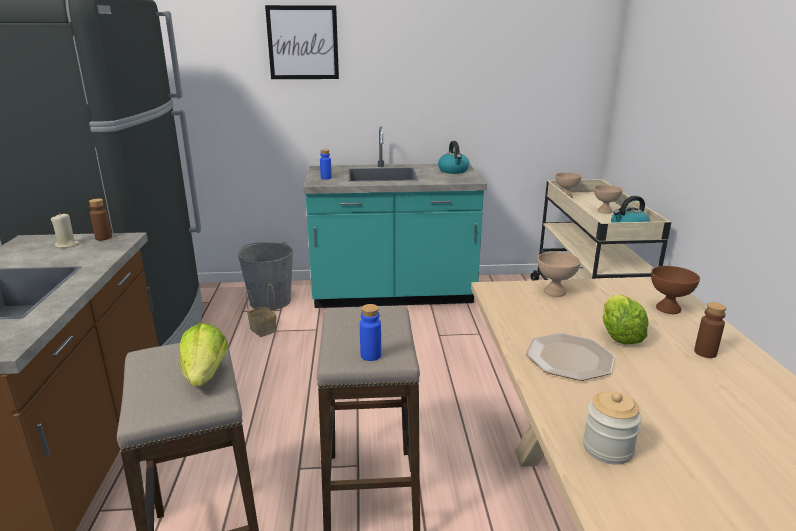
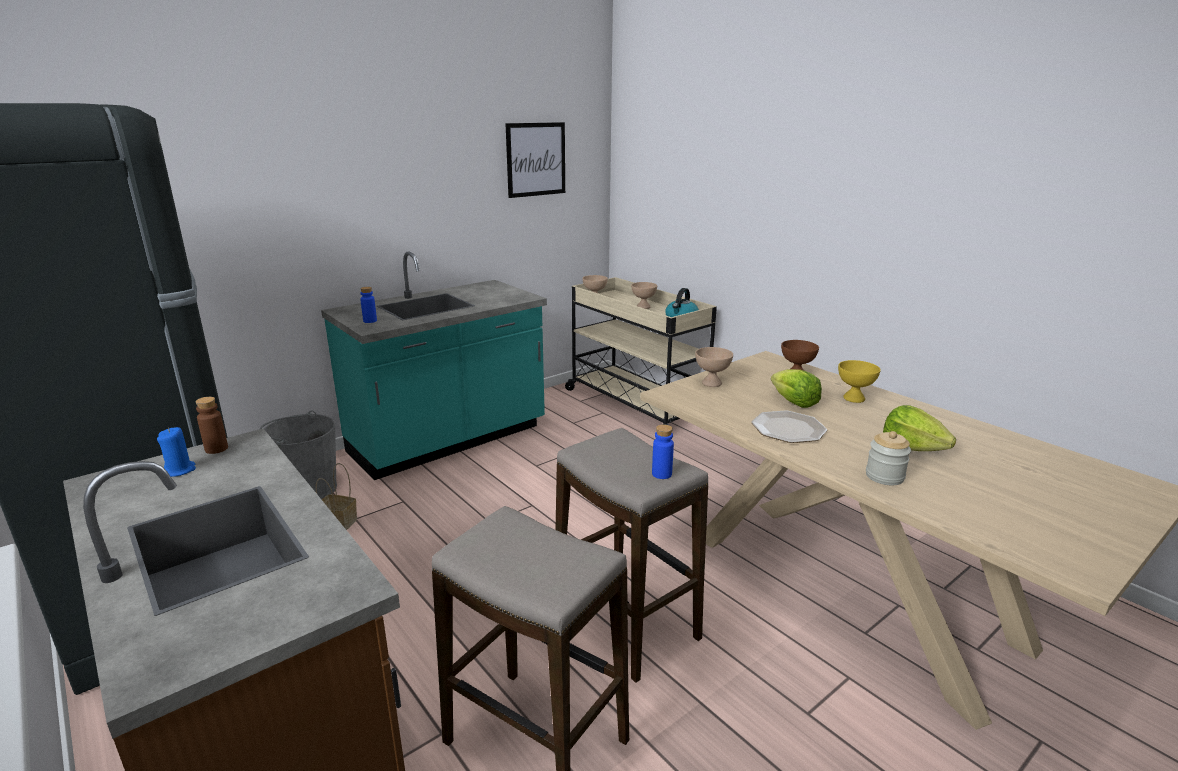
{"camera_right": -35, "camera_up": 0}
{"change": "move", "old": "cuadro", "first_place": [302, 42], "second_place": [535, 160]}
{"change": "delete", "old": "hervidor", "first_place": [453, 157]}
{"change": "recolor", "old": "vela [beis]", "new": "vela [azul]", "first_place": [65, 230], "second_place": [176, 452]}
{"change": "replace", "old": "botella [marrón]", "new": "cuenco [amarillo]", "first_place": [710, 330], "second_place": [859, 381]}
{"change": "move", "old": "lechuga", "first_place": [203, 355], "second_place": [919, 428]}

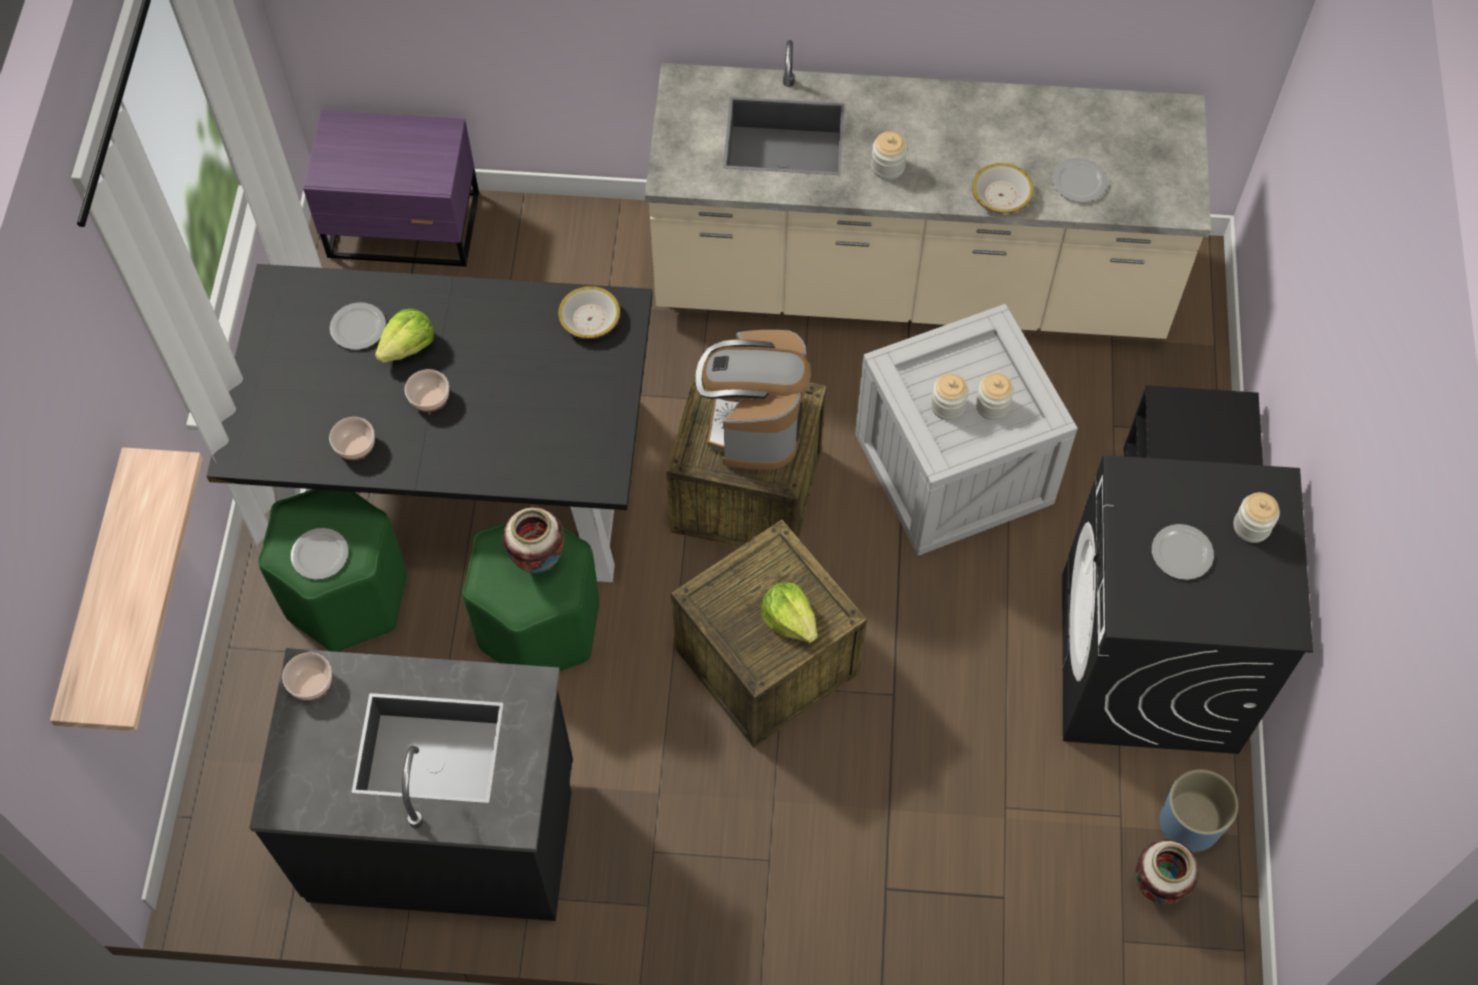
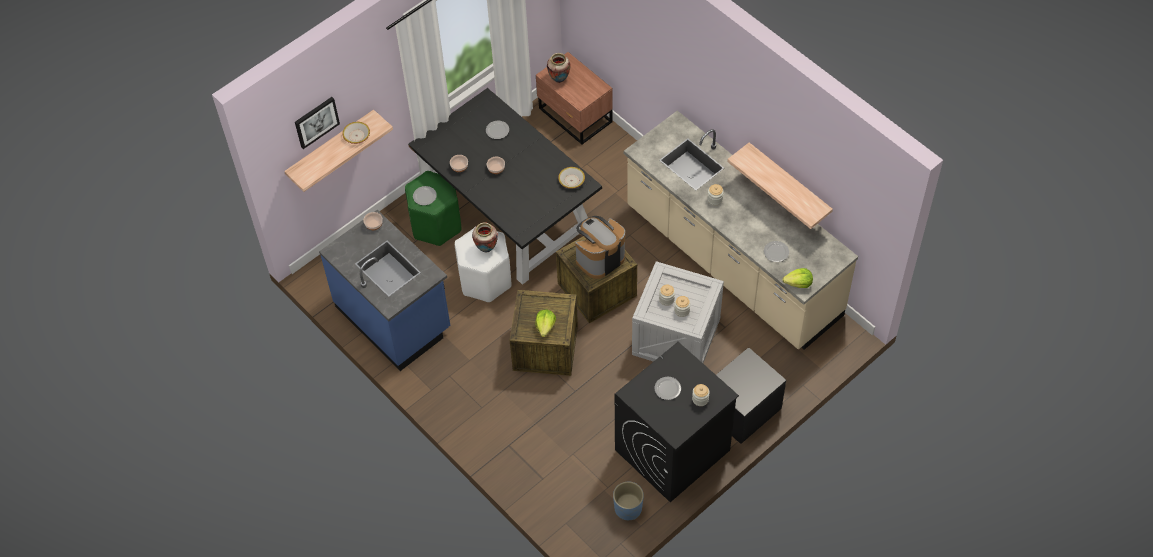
{"camera_right": 45, "camera_up": -5}
{"change": "recolor", "old": "mesita de noche [morado]", "new": "mesita de noche [marrón]", "first_place": [391, 188], "second_place": [574, 98]}
{"change": "move", "old": "cuenco", "first_place": [1003, 188], "second_place": [356, 133]}
{"change": "move", "old": "lechuga", "first_place": [405, 336], "second_place": [798, 278]}
{"change": "recolor", "old": "taburete [verde]", "new": "taburete [blanco]", "first_place": [531, 596], "second_place": [483, 264]}
{"change": "recolor", "old": "mueble bajo de cocina [negro]", "new": "mueble bajo de cocina [azul]", "first_place": [411, 784], "second_place": [384, 290]}
{"change": "move", "old": "florero", "first_place": [1167, 872], "second_place": [559, 68]}
{"change": "insert", "new": "cuadro", "second_place": [317, 123]}
{"change": "insert", "new": "estante", "second_place": [780, 185]}

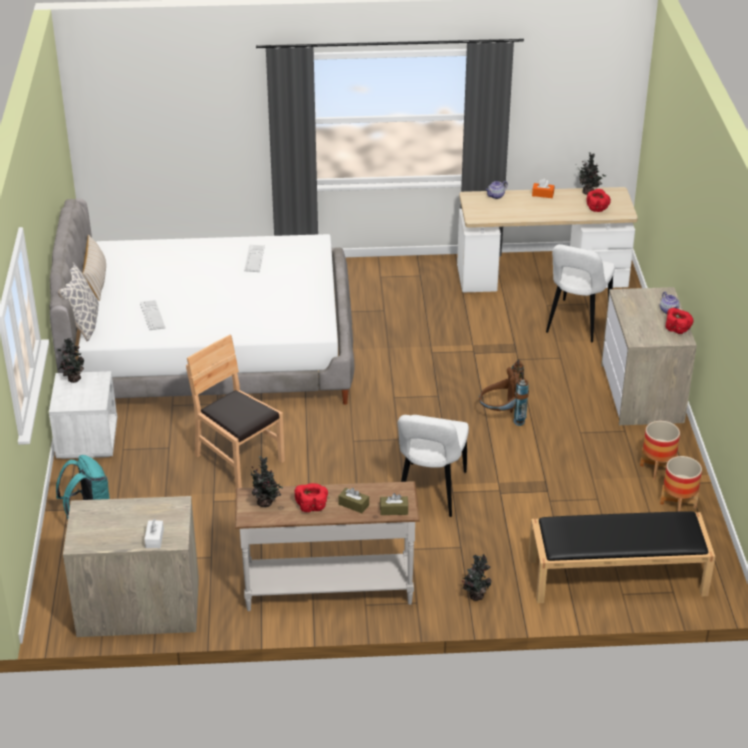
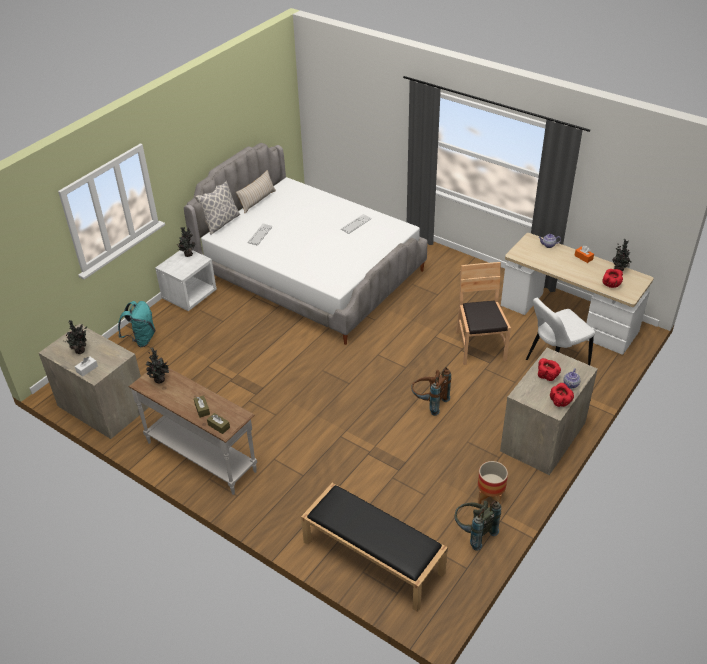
{"camera_right": 40, "camera_up": 5}
{"change": "move", "old": "silla [marrón]", "first_place": [235, 411], "second_place": [483, 313]}
{"change": "delete", "old": "silla [blanco]", "first_place": [433, 466]}
{"change": "replace", "old": "maceta", "new": "mochila [gris]", "first_place": [681, 484], "second_place": [478, 525]}
{"change": "move", "old": "cuenco [rojo]", "first_place": [311, 497], "second_place": [549, 369]}
{"change": "move", "old": "planta en maceta", "first_place": [477, 577], "second_place": [75, 337]}

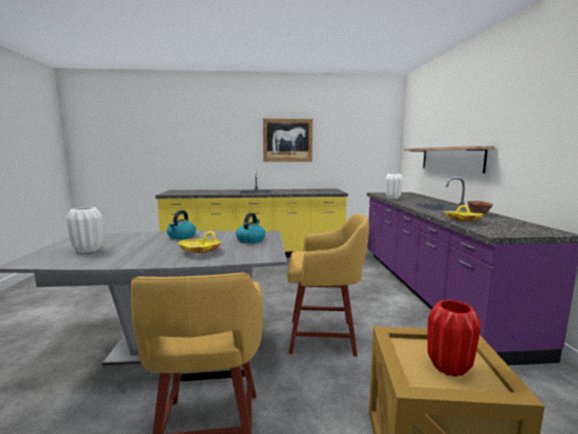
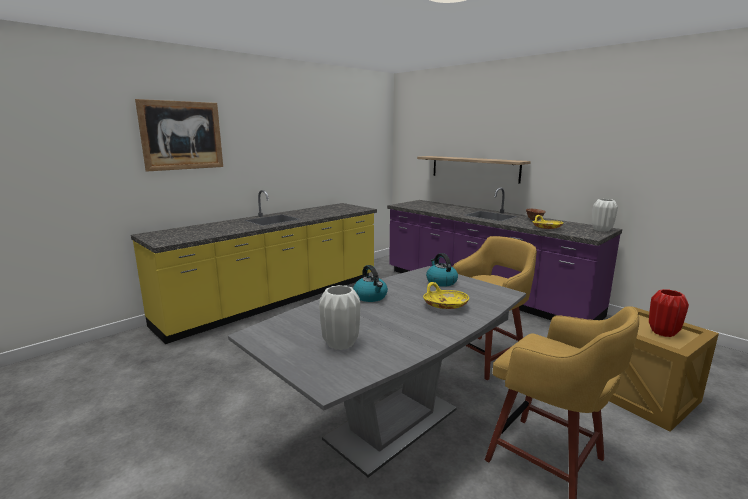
{"camera_right": -40, "camera_up": 5}
{"change": "move", "old": "cuadro", "first_place": [288, 140], "second_place": [179, 135]}
{"change": "move", "old": "florero [blanco]", "first_place": [394, 186], "second_place": [605, 215]}

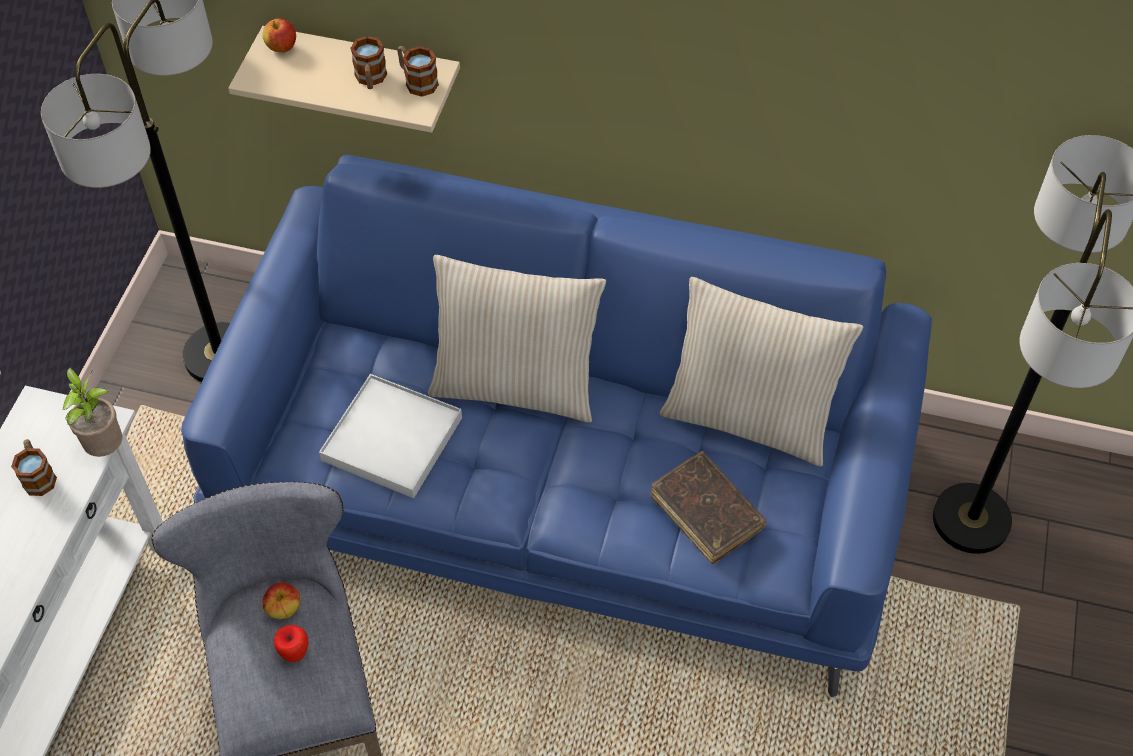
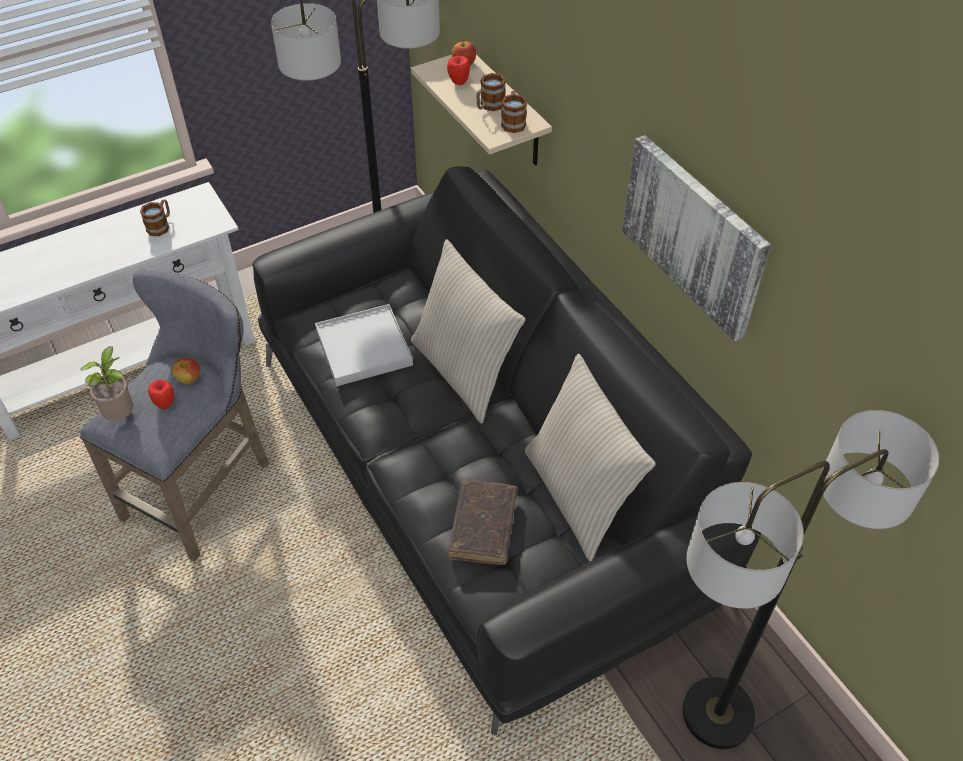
{"camera_right": 45, "camera_up": -5}
{"change": "recolor", "old": "sofá [azul]", "new": "sofá [negro]", "first_place": [556, 426], "second_place": [506, 451]}
{"change": "move", "old": "planta en maceta", "first_place": [92, 412], "second_place": [106, 384]}
{"change": "insert", "new": "manzana", "second_place": [458, 70]}
{"change": "insert", "new": "cuadro", "second_place": [696, 238]}

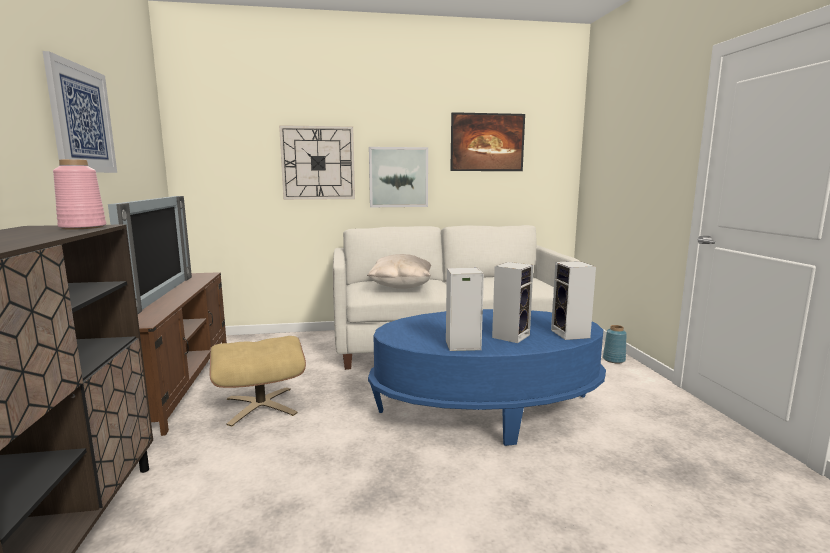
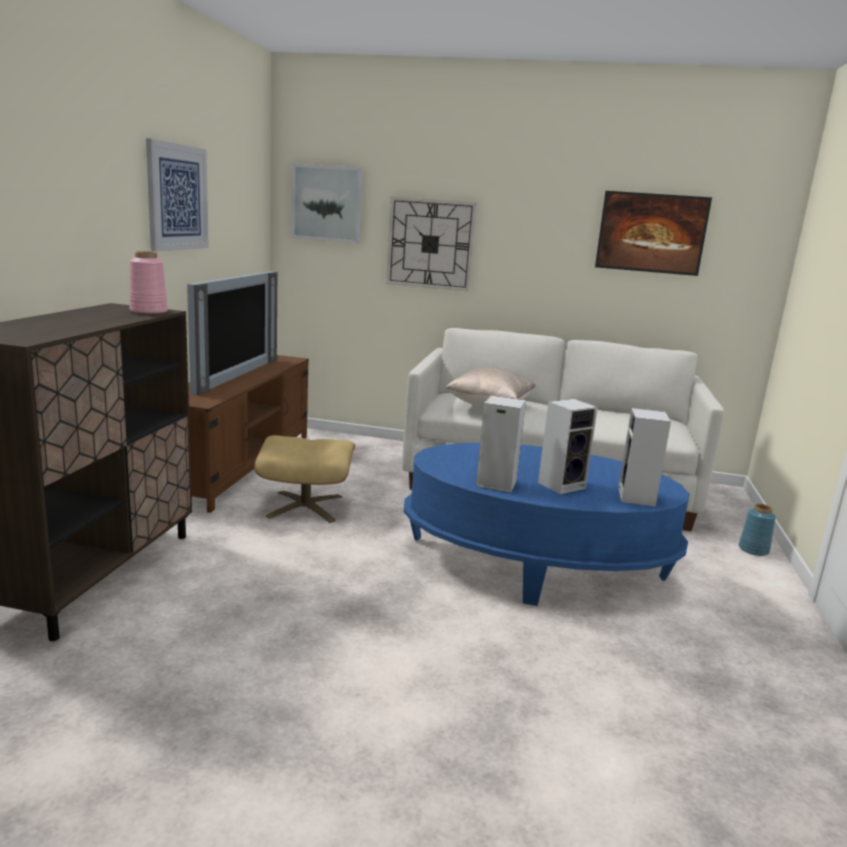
{"camera_right": 20, "camera_up": 5}
{"change": "move", "old": "cuadro", "first_place": [398, 177], "second_place": [327, 203]}

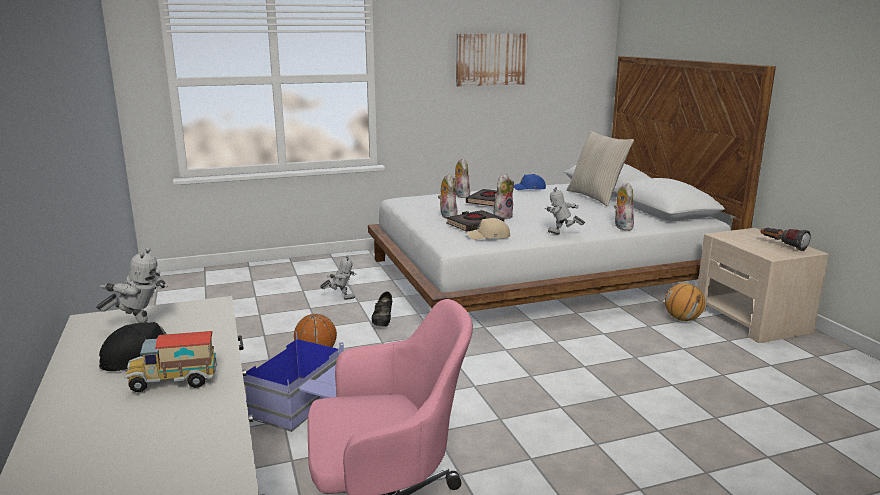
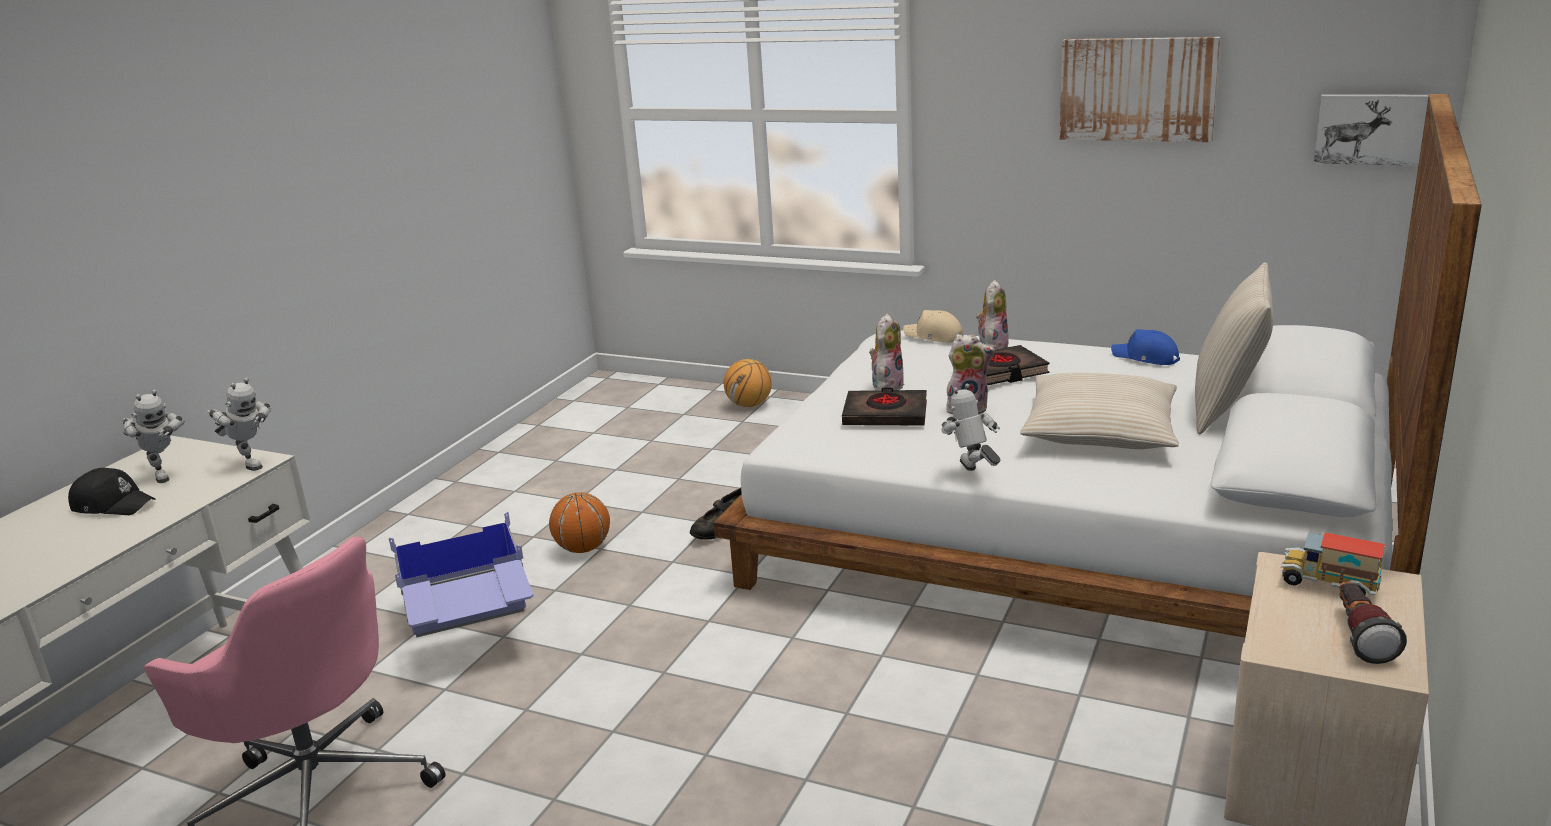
{"camera_right": 45, "camera_up": 5}
{"change": "delete", "old": "peluche", "first_place": [624, 206]}
{"change": "move", "old": "gorra [beis]", "first_place": [488, 229], "second_place": [933, 326]}
{"change": "move", "old": "robot de juguete", "first_place": [338, 277], "second_place": [239, 424]}
{"change": "move", "old": "balón de baloncesto", "first_place": [685, 302], "second_place": [748, 383]}
{"change": "move", "old": "camión de juguete", "first_place": [170, 361], "second_place": [1333, 563]}
{"change": "insert", "new": "cuadro", "second_place": [1371, 130]}
{"change": "insert", "new": "cojín [beis]", "second_place": [1099, 411]}

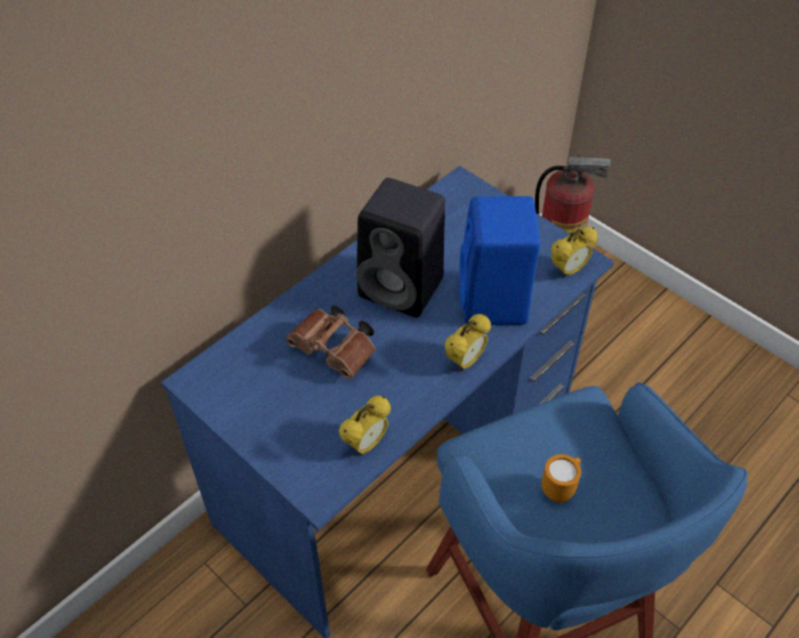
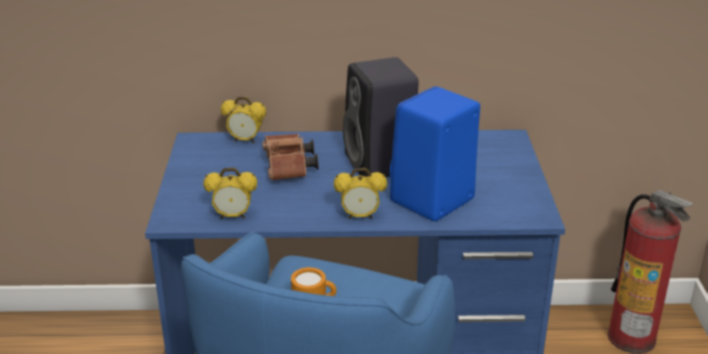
{"camera_right": 45, "camera_up": -20}
{"change": "move", "old": "despertador", "first_place": [574, 252], "second_place": [243, 120]}

